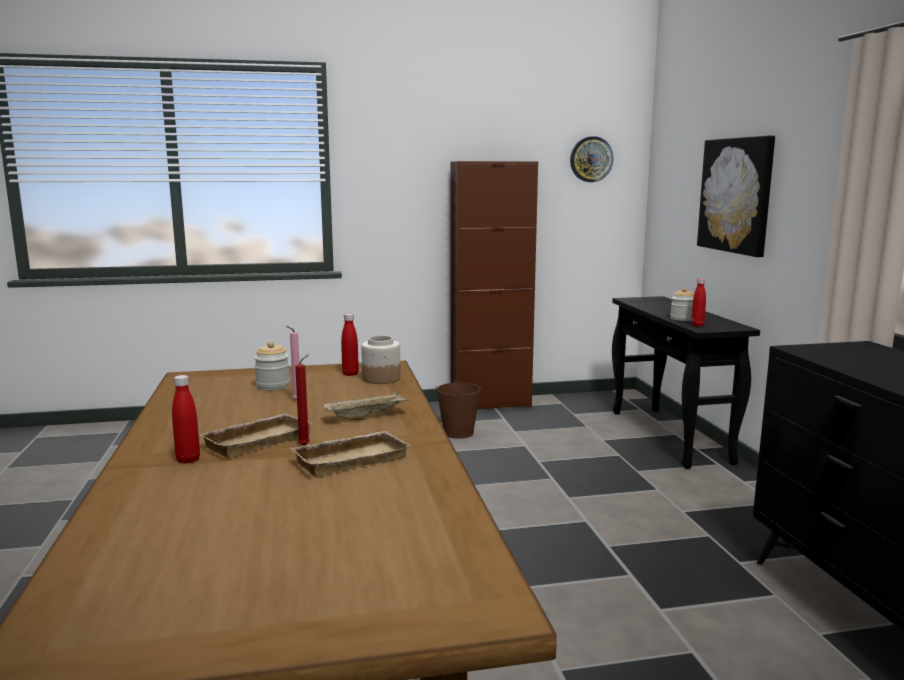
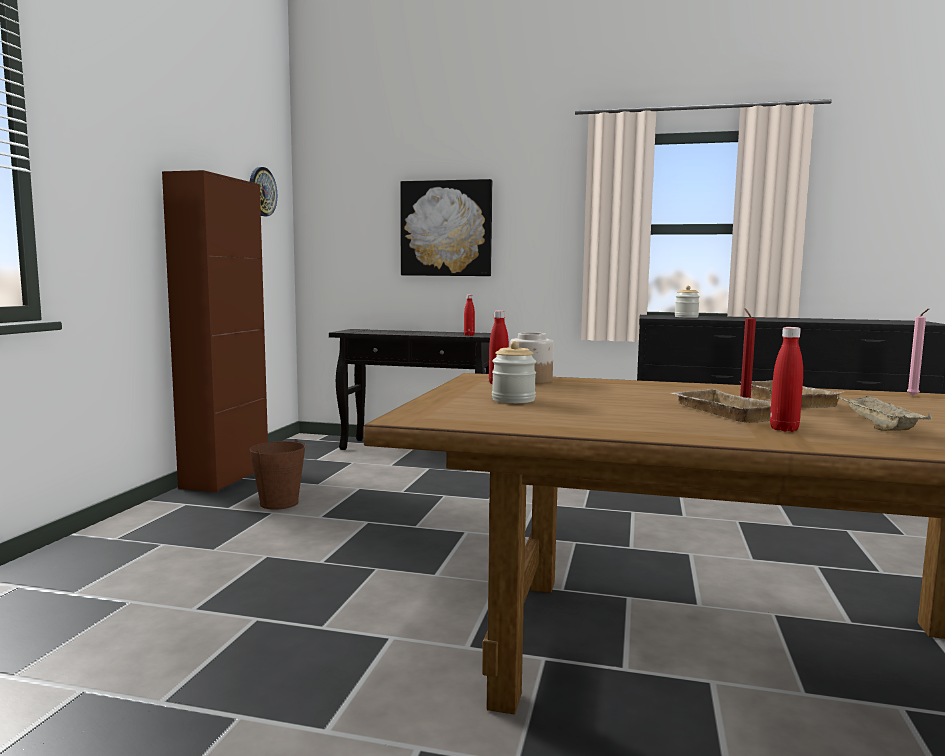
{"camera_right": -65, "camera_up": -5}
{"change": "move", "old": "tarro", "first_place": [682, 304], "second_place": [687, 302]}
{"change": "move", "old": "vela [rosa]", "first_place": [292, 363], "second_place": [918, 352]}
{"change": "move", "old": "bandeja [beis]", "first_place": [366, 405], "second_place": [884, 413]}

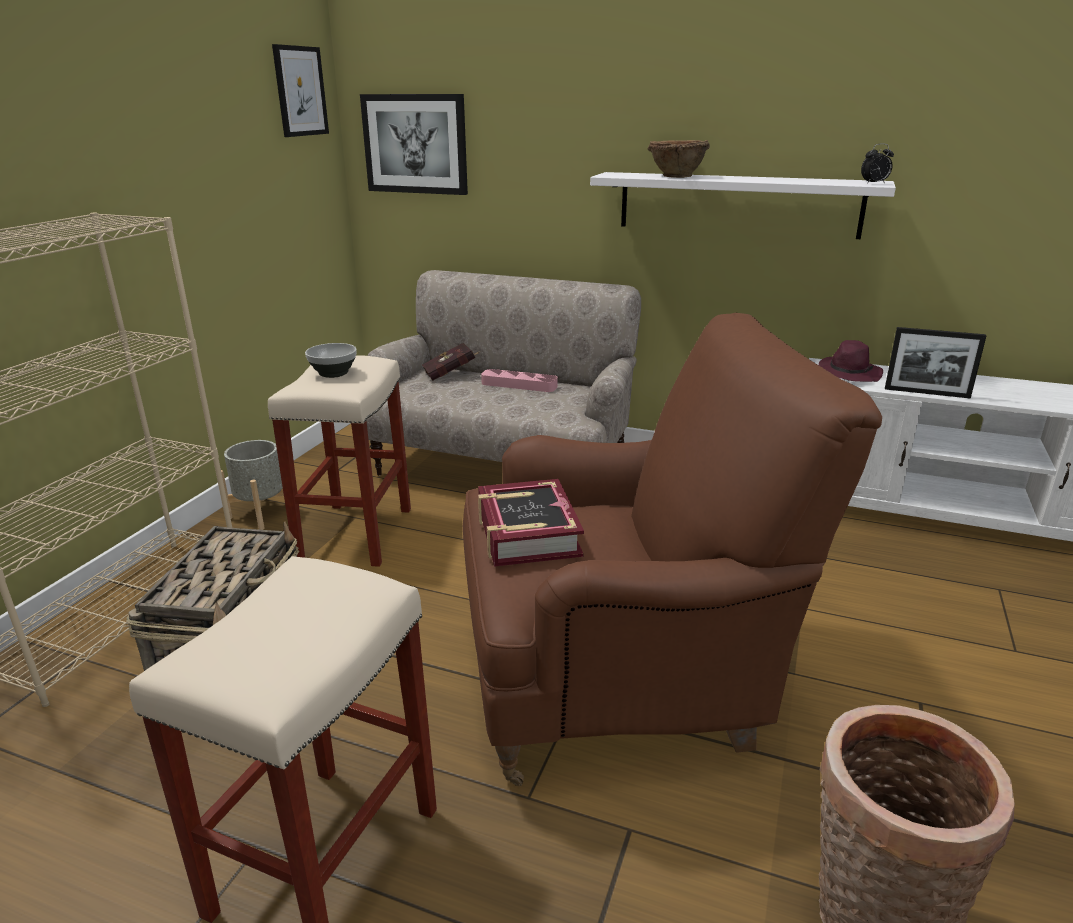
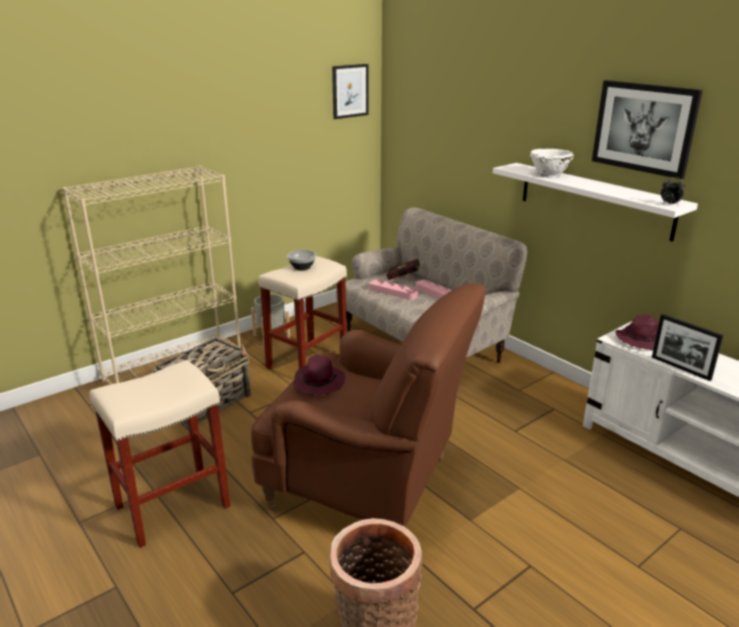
{"camera_right": 30, "camera_up": 0}
{"change": "move", "old": "cuadro", "first_place": [414, 144], "second_place": [647, 129]}
{"change": "recolor", "old": "cuenco [marrón]", "new": "cuenco [blanco]", "first_place": [678, 159], "second_place": [552, 163]}
{"change": "replace", "old": "libro", "new": "sombrero [morado]", "first_place": [531, 523], "second_place": [318, 375]}
{"change": "insert", "new": "bandeja [rosa]", "second_place": [394, 289]}

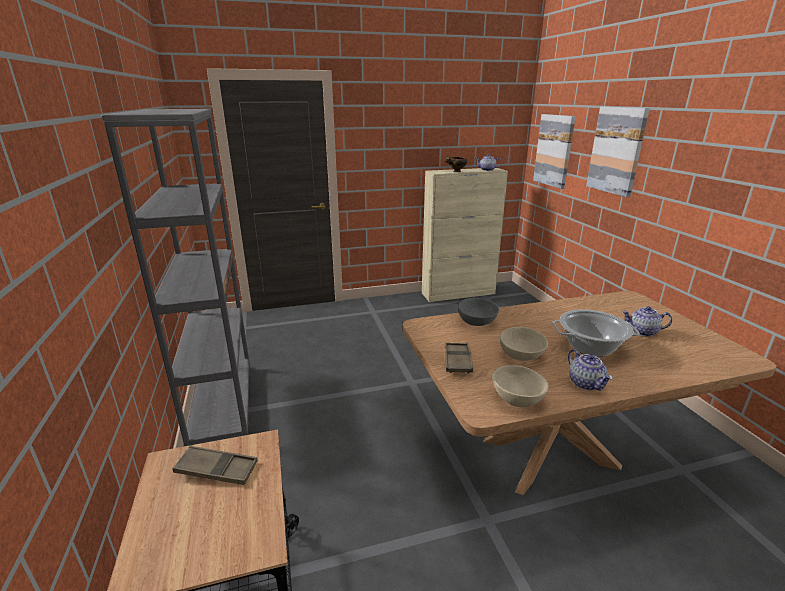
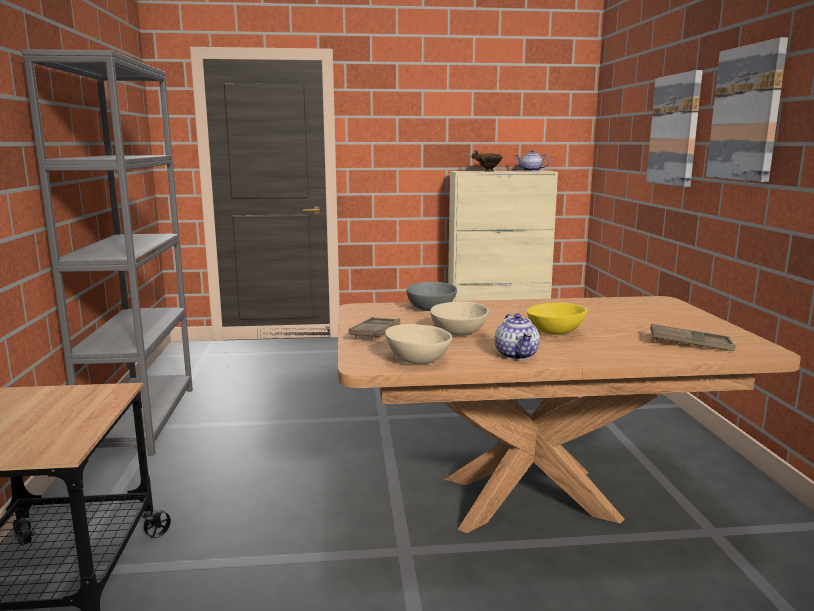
{"camera_right": 10, "camera_up": -10}
{"change": "move", "old": "cuadro", "first_place": [554, 151], "second_place": [747, 109]}
{"change": "delete", "old": "tetera", "first_place": [647, 321]}
{"change": "replace", "old": "olla", "new": "cuenco [amarillo]", "first_place": [596, 333], "second_place": [557, 319]}
{"change": "move", "old": "bandeja [marrón]", "first_place": [215, 465], "second_place": [693, 337]}

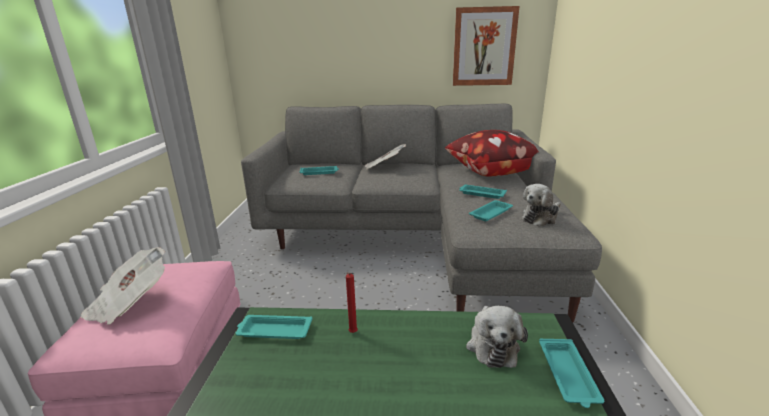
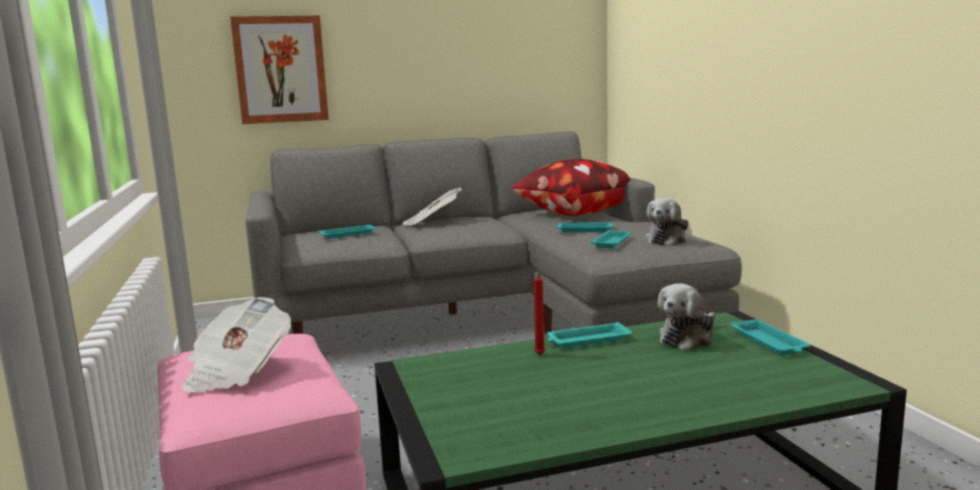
{"camera_right": -20, "camera_up": -10}
{"change": "move", "old": "cuadro", "first_place": [486, 46], "second_place": [279, 70]}
{"change": "rotate", "old": "peluche", "first_place": [497, 337], "second_place": [686, 317], "degrees": 60}
{"change": "move", "old": "bandeja [turquesa]", "first_place": [274, 327], "second_place": [589, 335]}

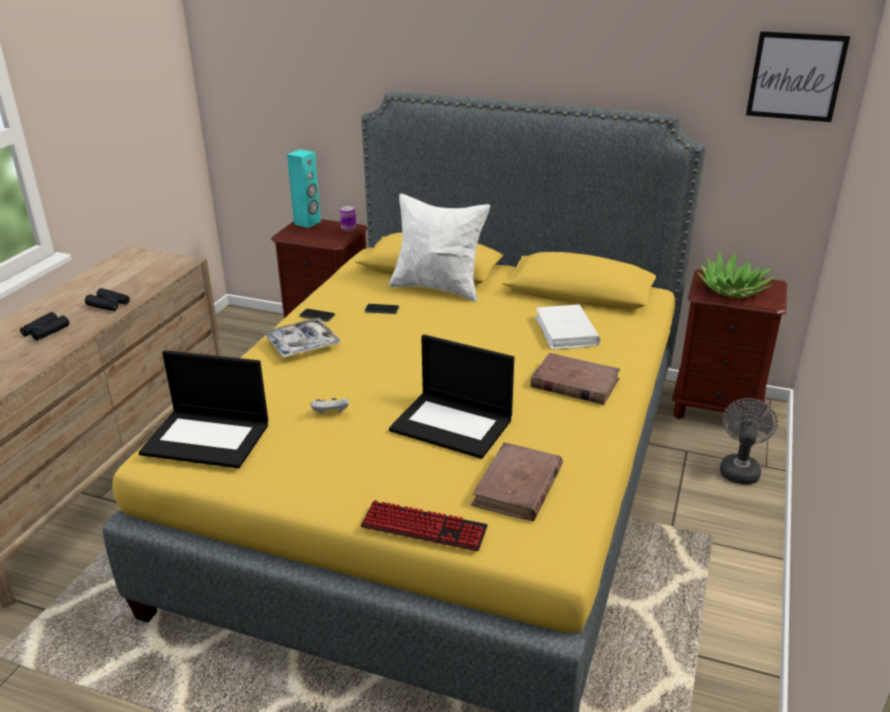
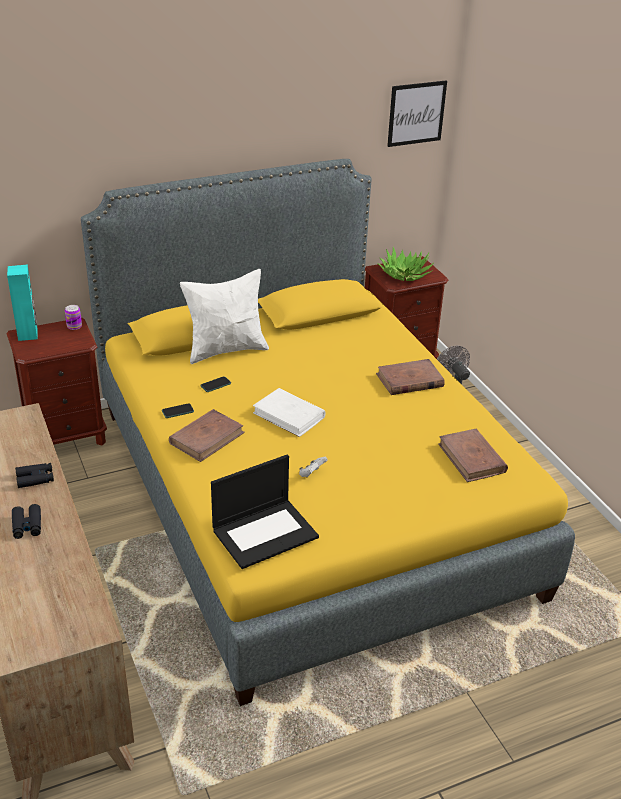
{"camera_right": -45, "camera_up": 5}
{"change": "move", "old": "libro [blanco]", "first_place": [567, 327], "second_place": [289, 412]}
{"change": "replace", "old": "bandeja", "new": "libro [marrón]", "first_place": [302, 338], "second_place": [207, 435]}
{"change": "delete", "old": "portátil", "first_place": [451, 396]}
{"change": "delete", "old": "teclado", "first_place": [424, 525]}

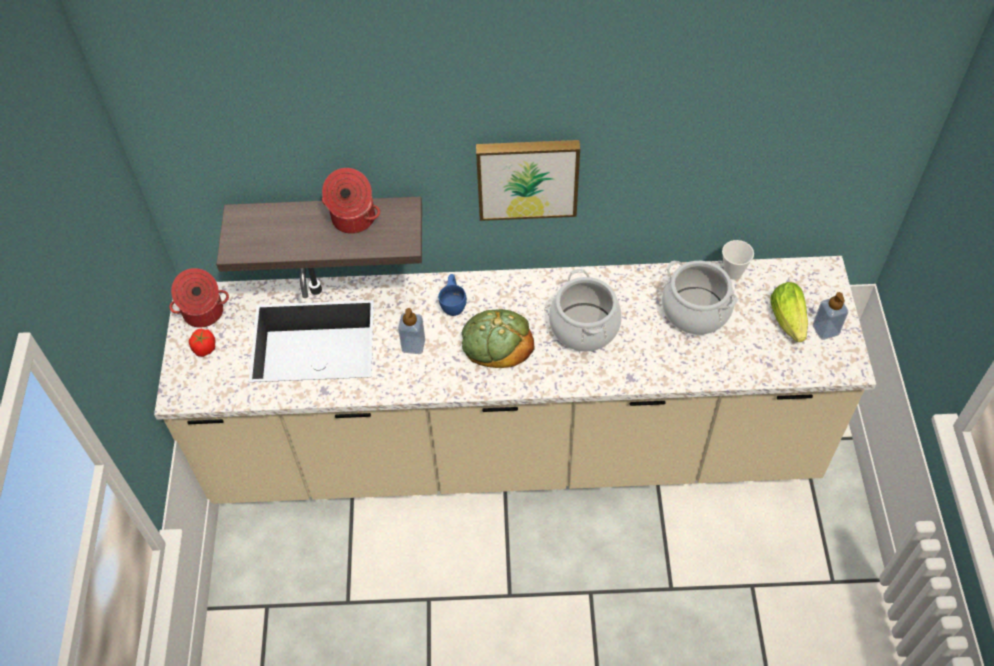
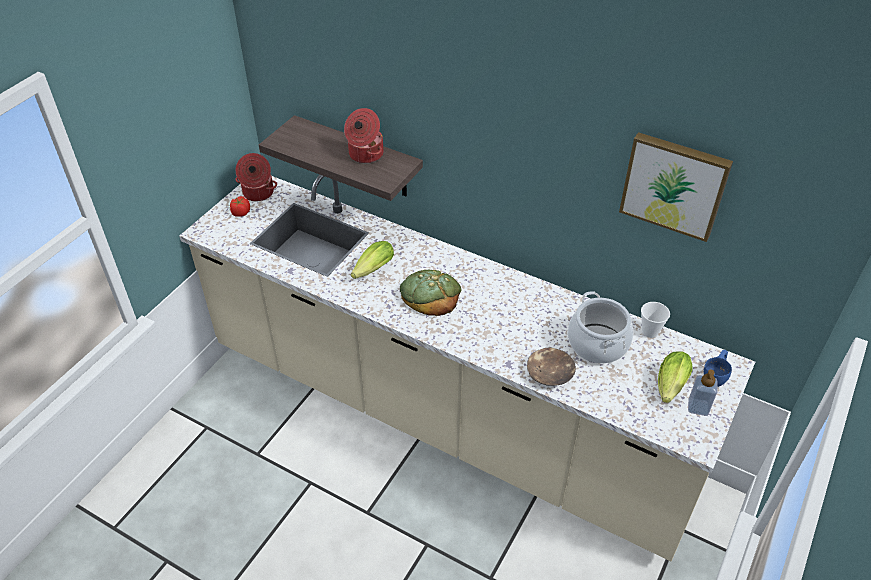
{"camera_right": 30, "camera_up": -10}
{"change": "move", "old": "cuadro", "first_place": [528, 180], "second_place": [676, 187]}
{"change": "delete", "old": "olla", "first_place": [585, 310]}
{"change": "move", "old": "taza [azul]", "first_place": [452, 295], "second_place": [718, 368]}
{"change": "replace", "old": "dispensador de jabón", "new": "lechuga", "first_place": [411, 331], "second_place": [372, 260]}
{"change": "insert", "new": "cuenco [marrón]", "second_place": [551, 366]}

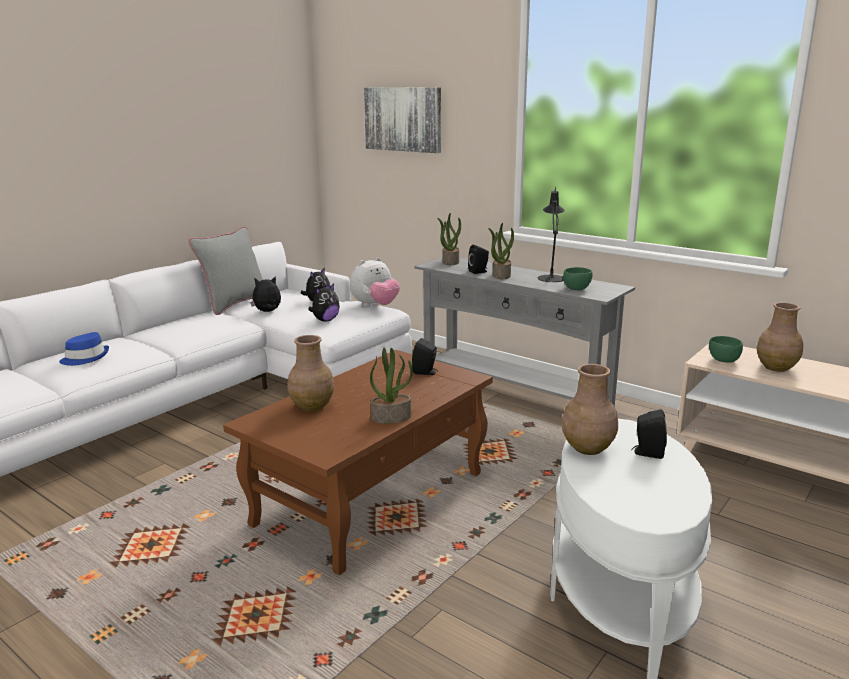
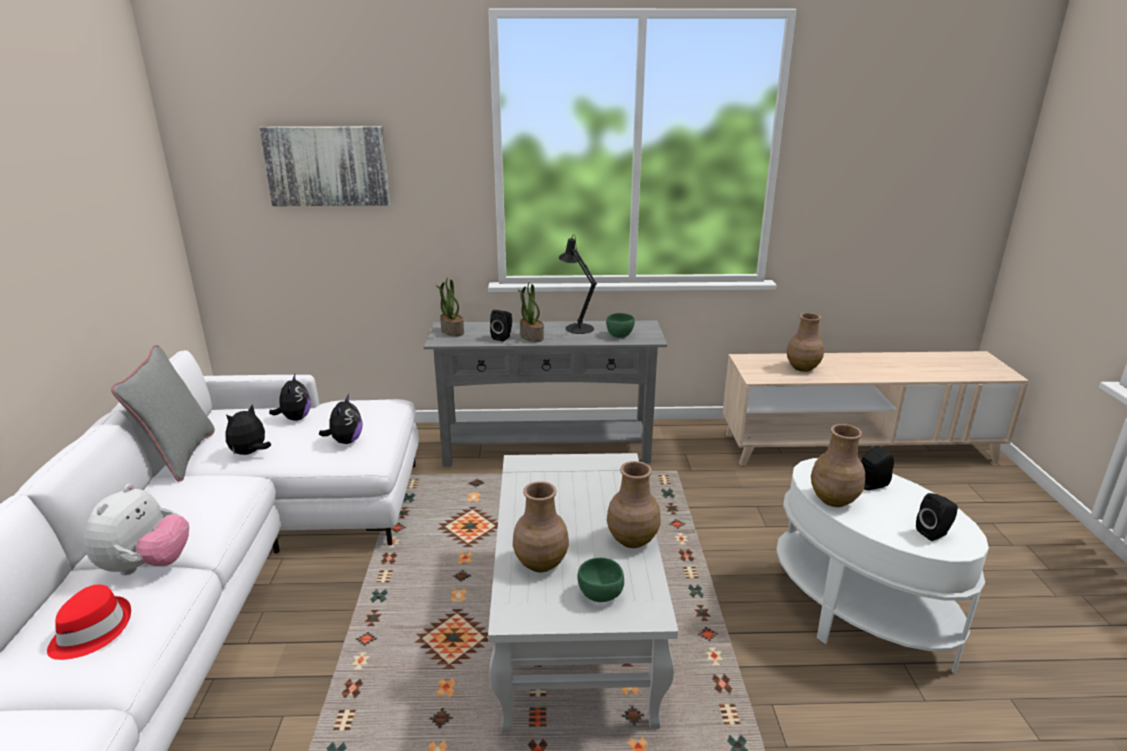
{"camera_right": -40, "camera_up": 5}
{"change": "move", "old": "peluche", "first_place": [375, 282], "second_place": [136, 529]}
{"change": "recolor", "old": "sombrero [azul]", "new": "sombrero [rojo]", "first_place": [84, 349], "second_place": [89, 622]}
{"change": "move", "old": "cuenco [verde]", "first_place": [726, 349], "second_place": [600, 580]}
{"change": "move", "old": "altavoz [negro]", "first_place": [425, 356], "second_place": [937, 517]}
{"change": "replace", "old": "planta en maceta", "new": "florero [marrón]", "first_place": [391, 385], "second_place": [634, 504]}
{"change": "recolor", "old": "mesa de centro [marrón]", "new": "mesa de centro [blanco]", "first_place": [358, 462], "second_place": [583, 593]}

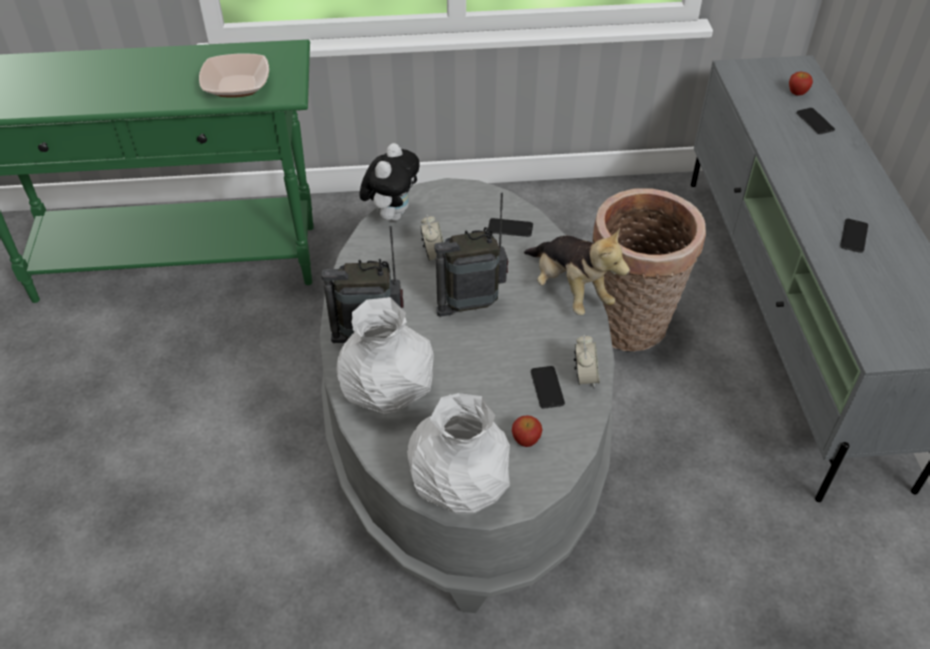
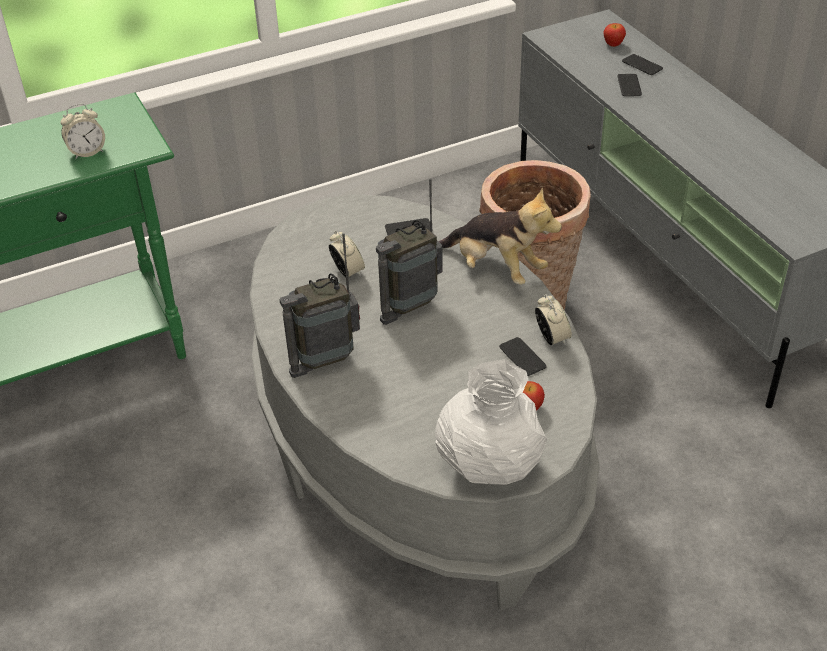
{"camera_right": -20, "camera_up": -5}
{"change": "replace", "old": "cuenco", "new": "despertador", "first_place": [234, 76], "second_place": [82, 131]}
{"change": "delete", "old": "peluche", "first_place": [389, 182]}
{"change": "move", "old": "móvil", "first_place": [854, 236], "second_place": [629, 85]}
{"change": "delete", "old": "florero [blanco]", "first_place": [385, 355]}

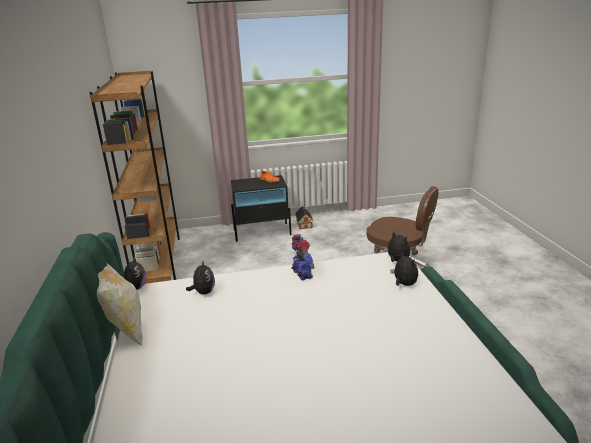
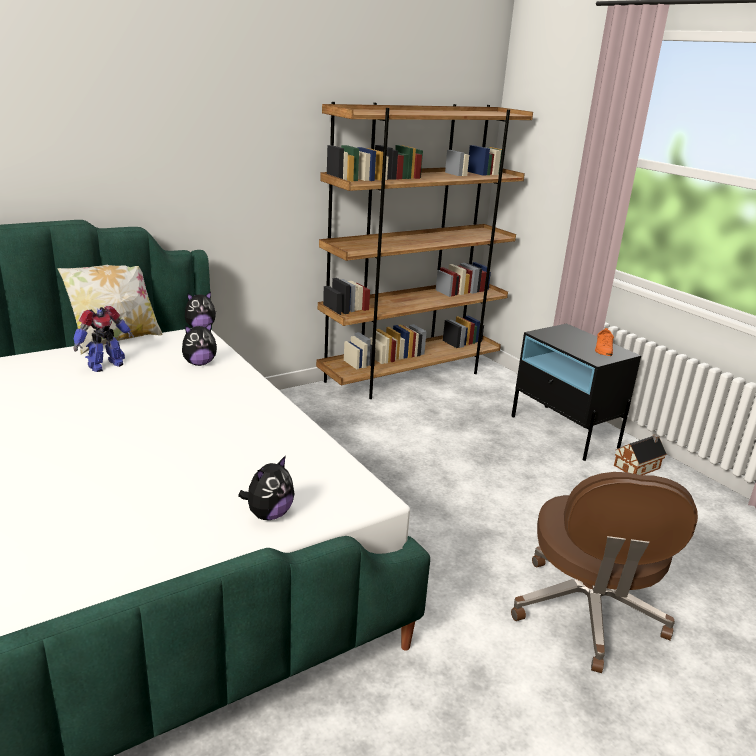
{"camera_right": 65, "camera_up": 0}
{"change": "delete", "old": "peluche", "first_place": [396, 246]}
{"change": "move", "old": "robot de juguete", "first_place": [303, 257], "second_place": [103, 339]}

